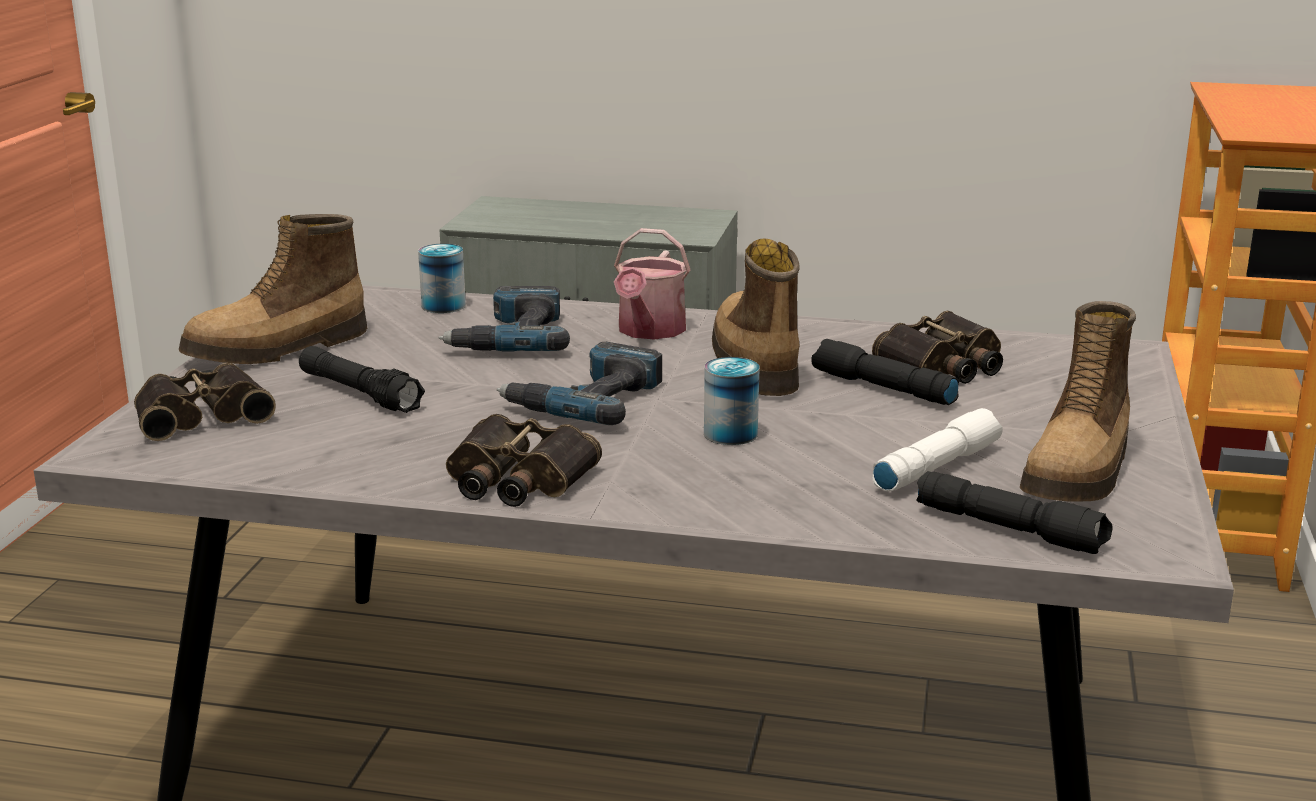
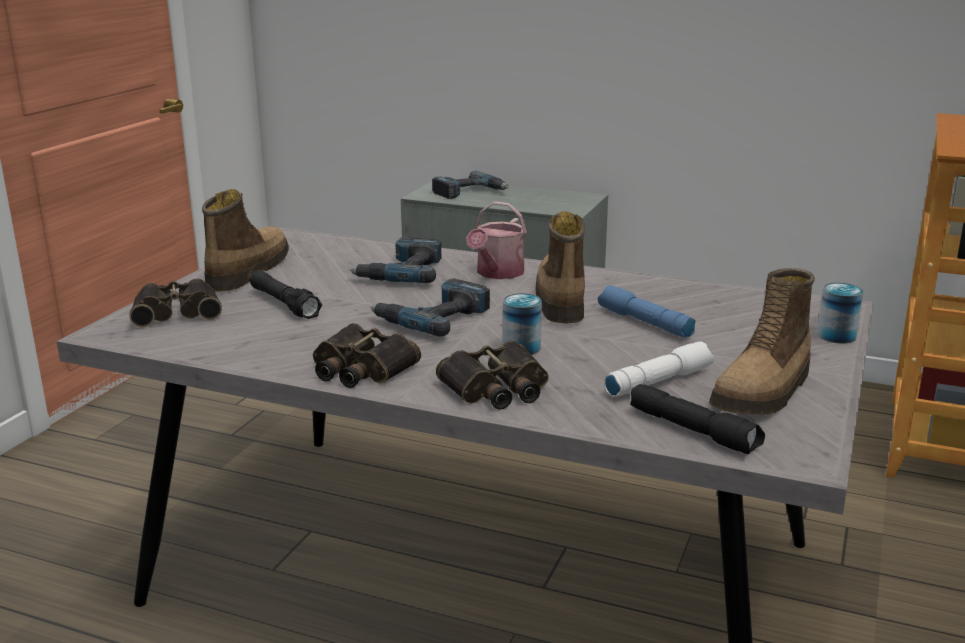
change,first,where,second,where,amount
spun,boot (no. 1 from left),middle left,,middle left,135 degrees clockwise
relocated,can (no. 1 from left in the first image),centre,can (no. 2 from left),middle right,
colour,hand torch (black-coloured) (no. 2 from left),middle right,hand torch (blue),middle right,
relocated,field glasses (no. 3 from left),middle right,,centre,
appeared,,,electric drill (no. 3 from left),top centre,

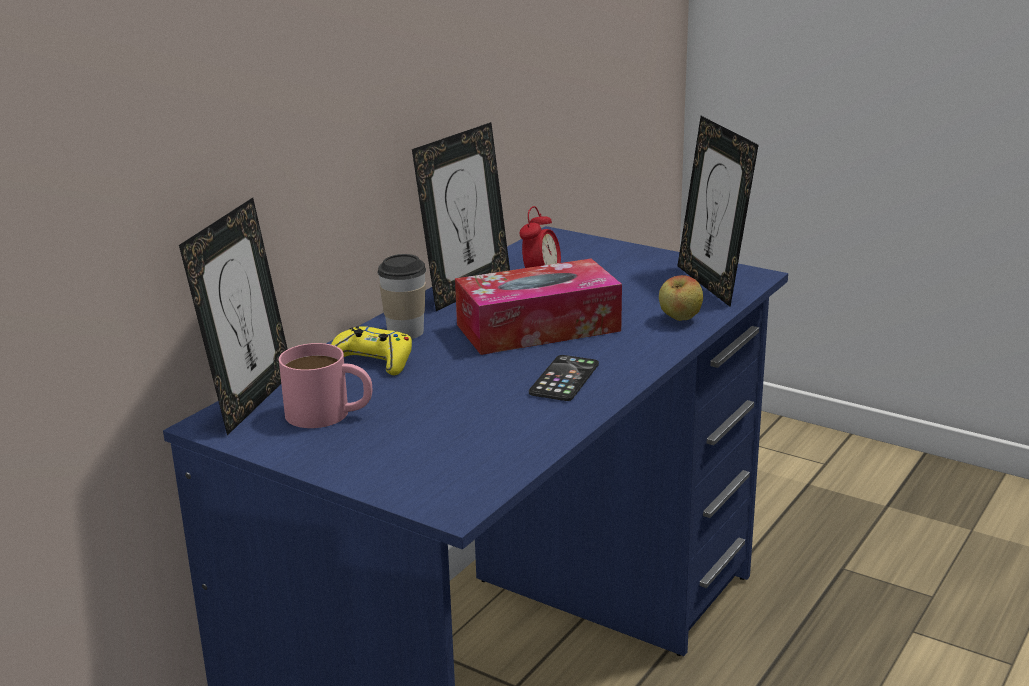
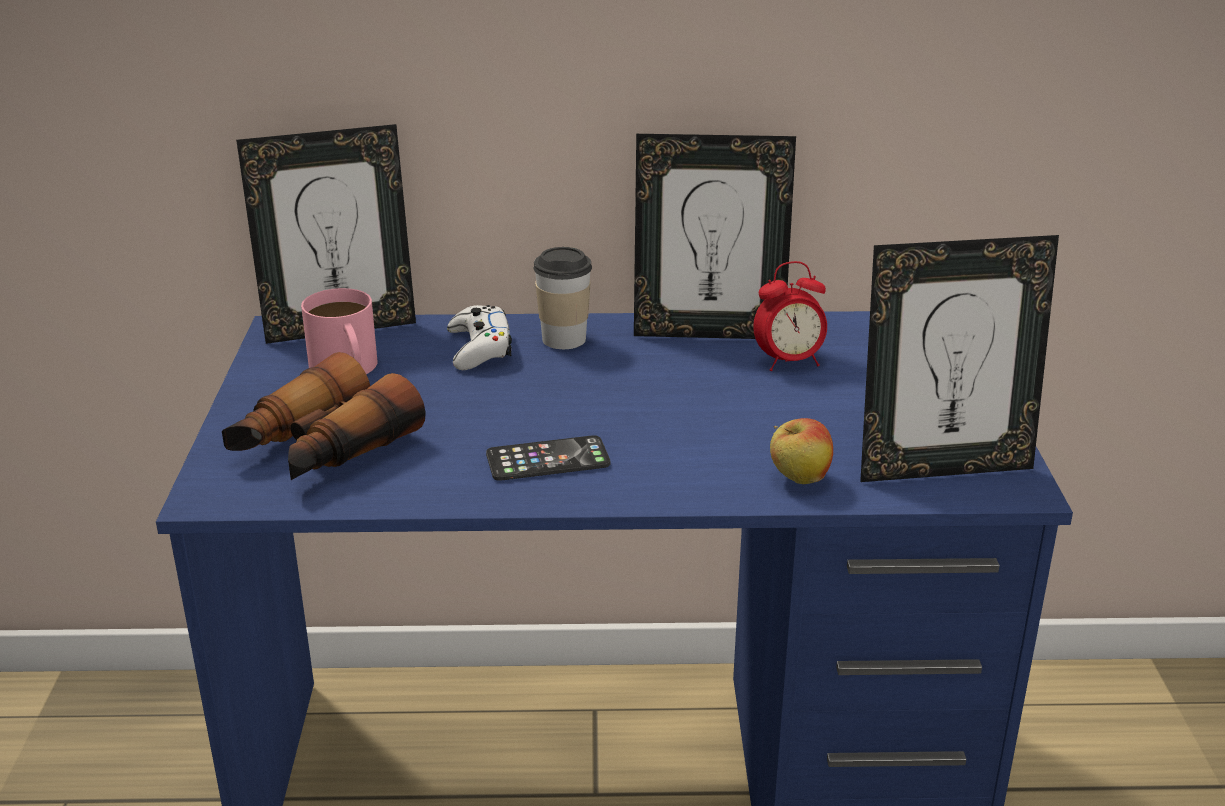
change,first,where,second,where,amount
colour,gamepad (yellowish),centre,gamepad (white-coloured),centre,
missing,box of tissues,centre,,,
spun,photo frame (no. 3 from left),top right,,middle right,135 degrees counterclockwise
appeared,,,field glasses,middle left,

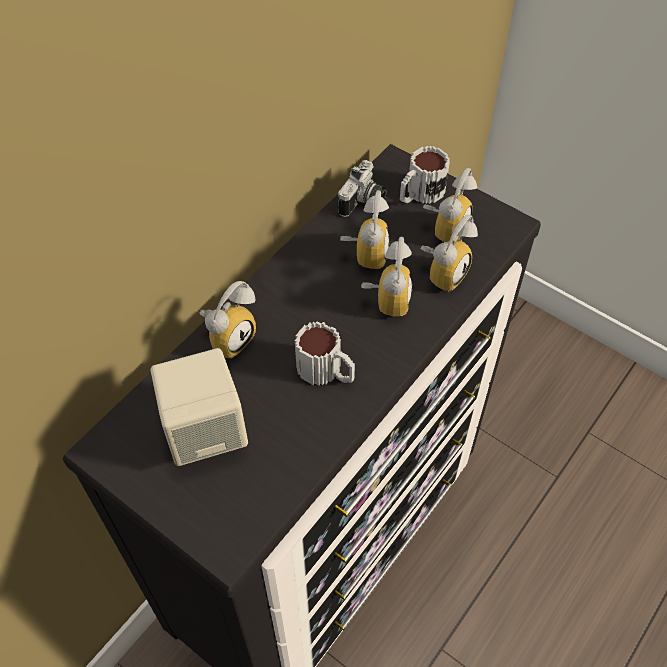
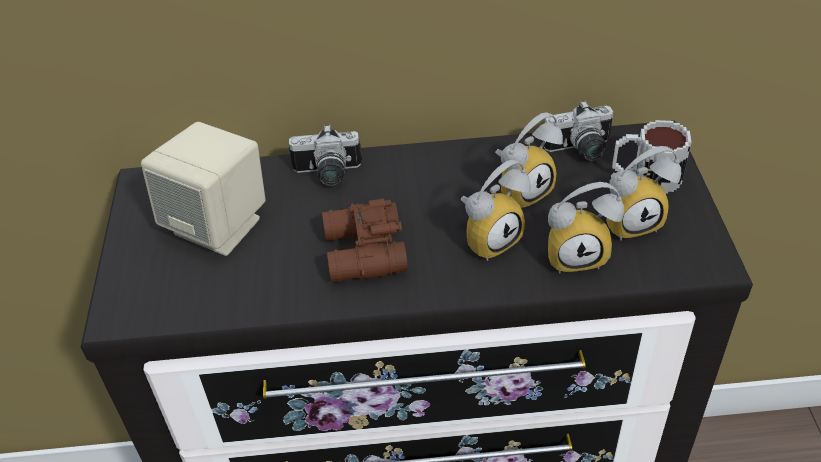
change,first,where,second,where,amount
exchanged,alarm clock (no. 1 from left),centre,still camera (no. 1 from left),centre,
exchanged,coffee mug (no. 1 from left),centre,field glasses (brown-coloured),centre,

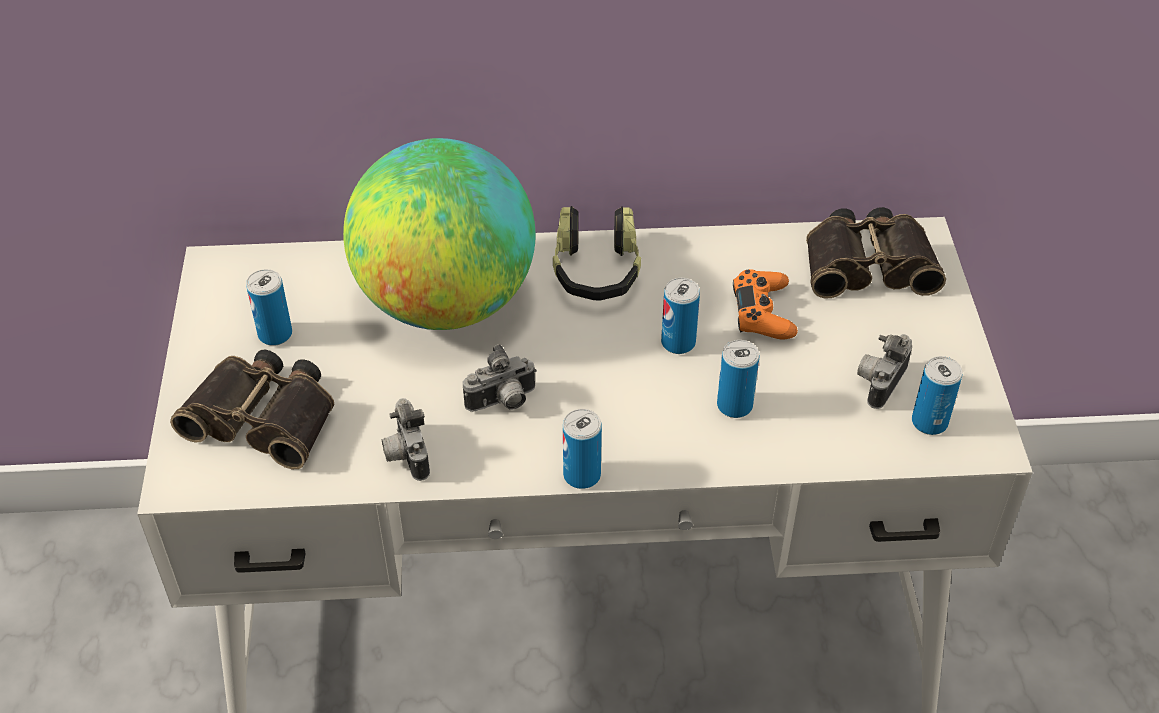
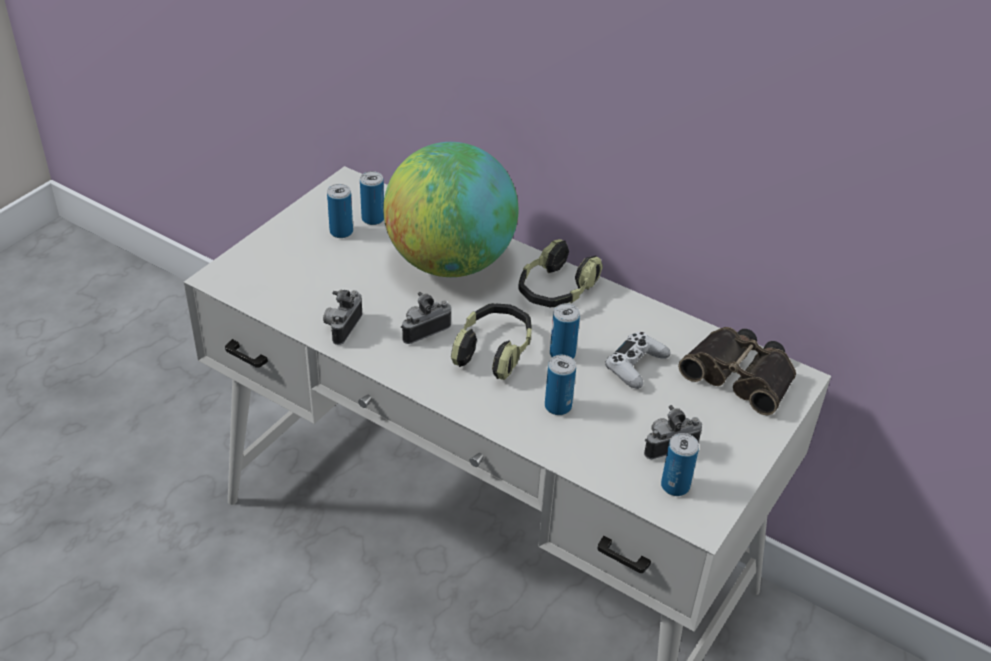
change,first,where,second,where,amount
missing,field glasses (no. 1 from left),middle left,,,
spun,still camera (no. 2 from left),centre,,centre,135 degrees clockwise
relocated,can (no. 2 from left),centre,,top centre,
colour,gamepad (orange),centre,gamepad (white-coloured),centre,
appeared,,,headphones (no. 1 from left),centre,

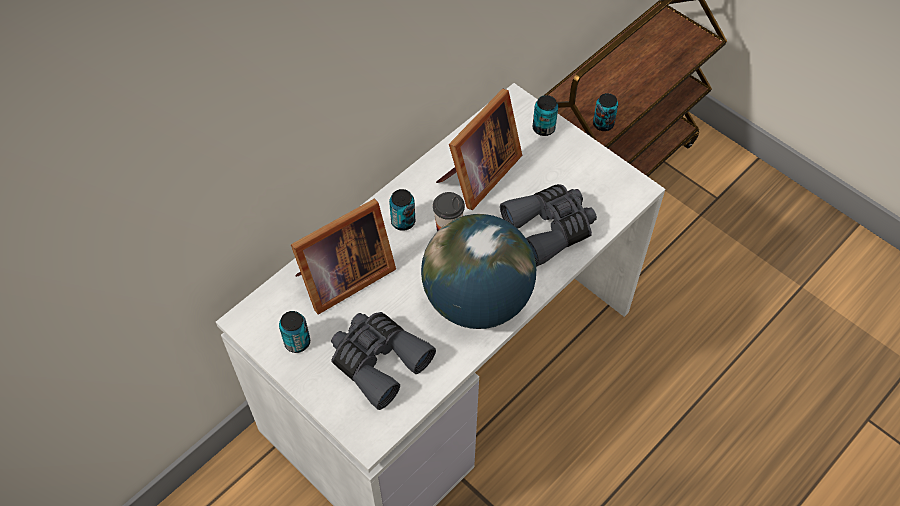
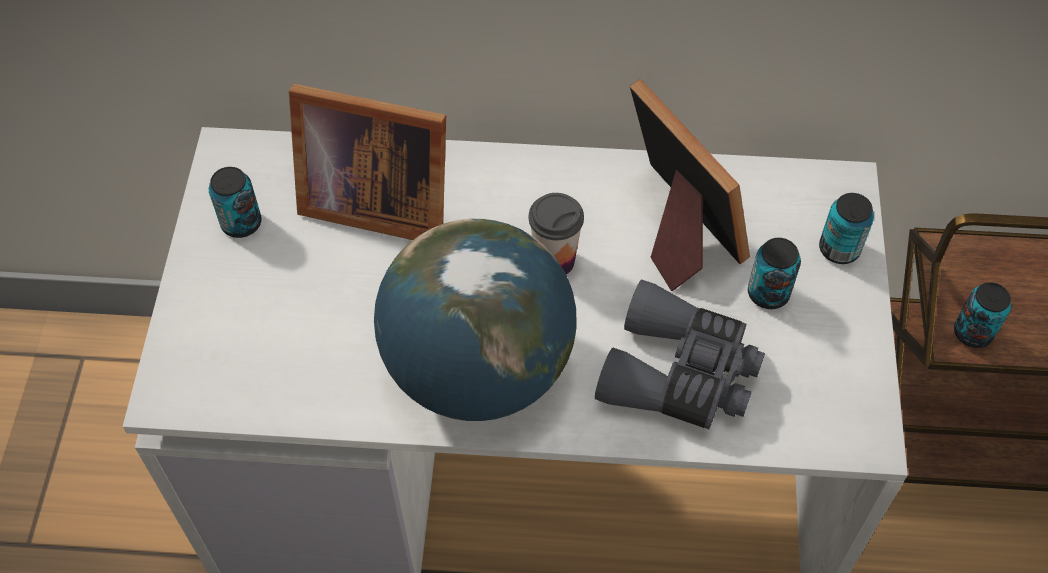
change,first,where,second,where,amount
missing,field glasses (gray) (no. 1 from left),bottom centre,,,
relocated,can (no. 2 from left),centre,,middle right,
spun,photo frame (no. 2 from left),top centre,,top centre,120 degrees counterclockwise

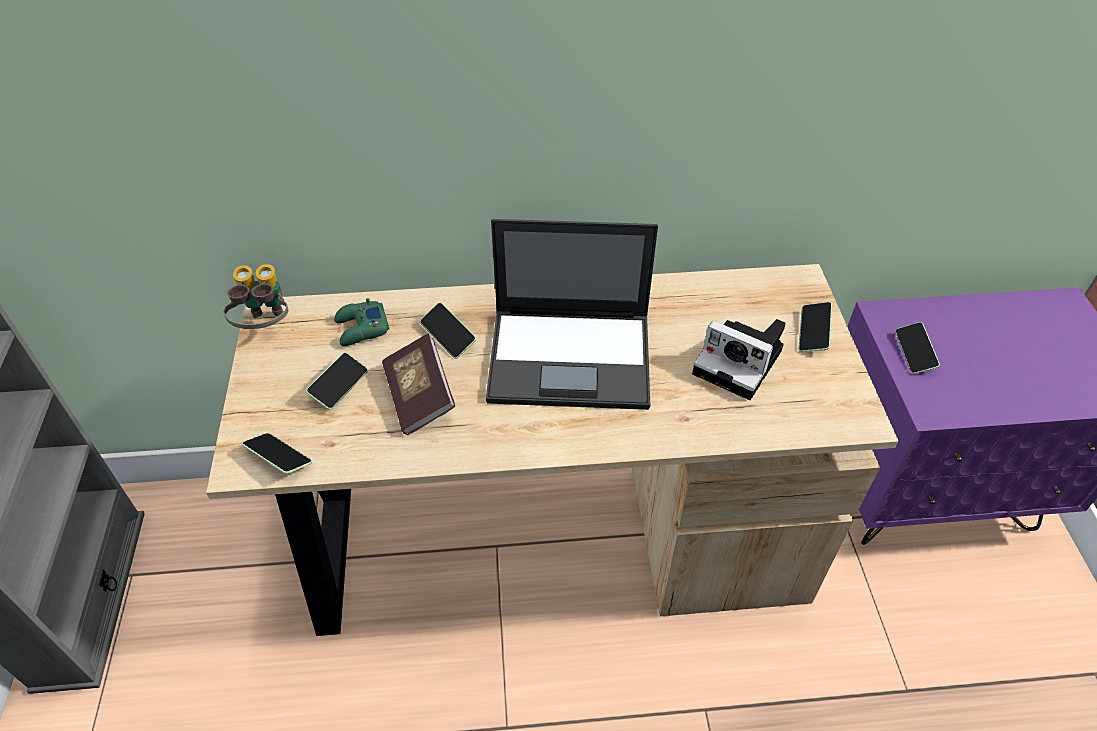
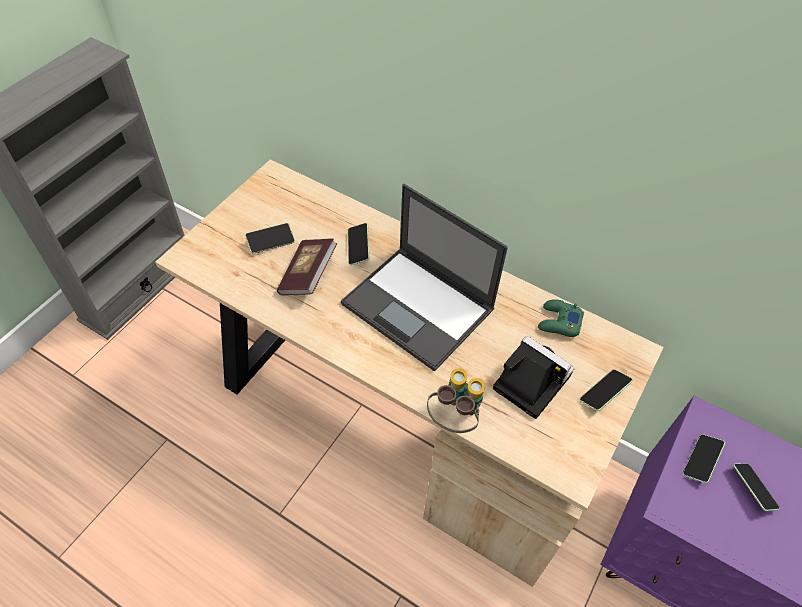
change,first,where,second,where,amount
relocated,field glasses,middle left,,centre,
relocated,handset (no. 1 from left in the first image),middle left,handset (no. 5 from left),bottom right,
relocated,gamepad (greenish),middle left,,middle right,
spun,still camera,middle right,,centre,150 degrees clockwise

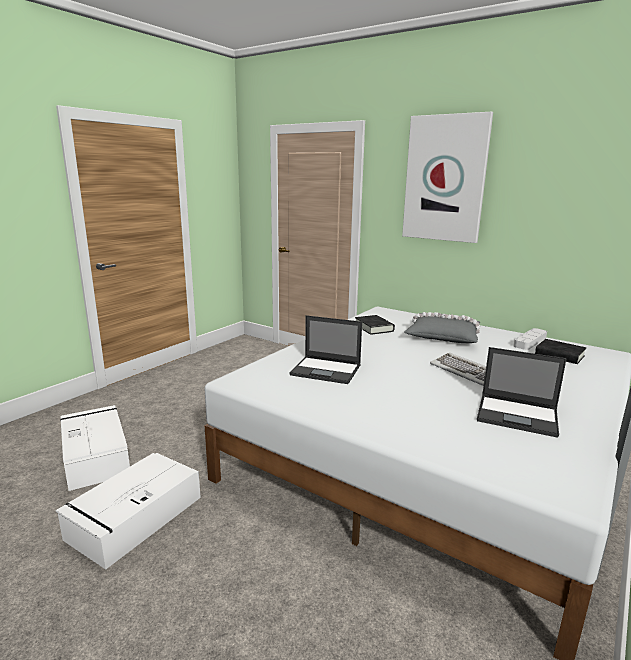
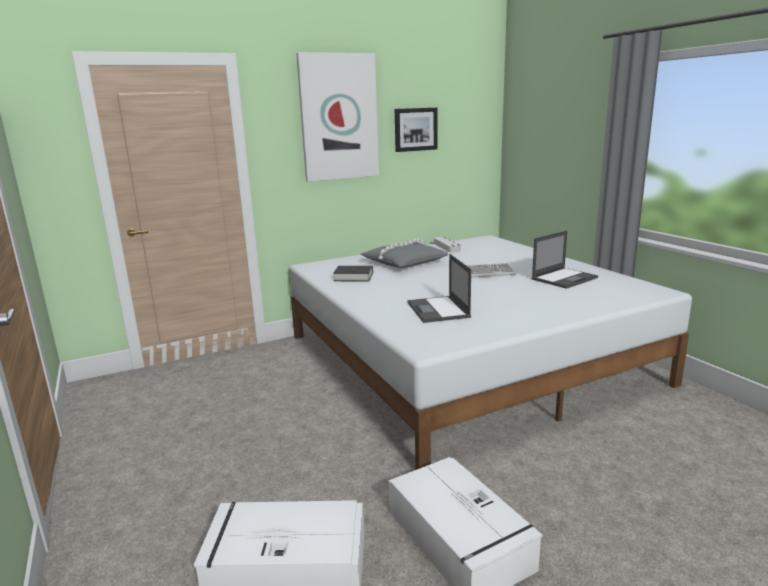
change,first,where,second,where,amount
spun,portable computer (no. 1 from left),centre,,centre,120 degrees clockwise
missing,volume (black-coloured) (no. 2 from left),middle right,,,
appeared,,,wall art (no. 2 from left),top centre,

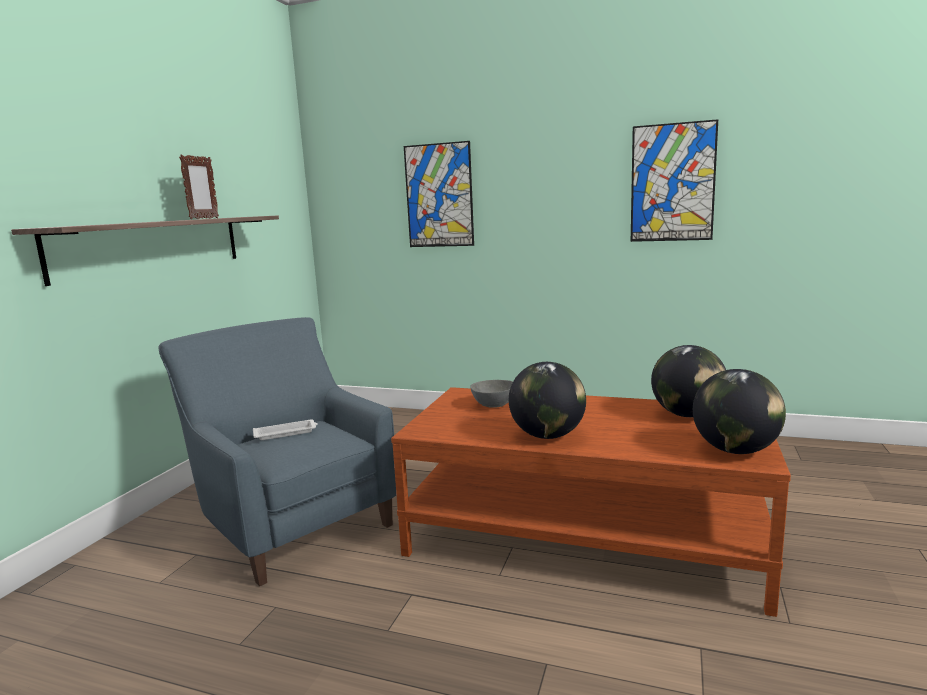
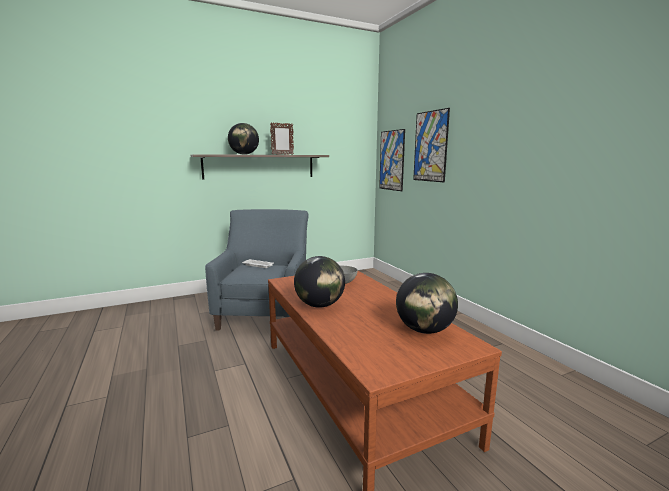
change,first,where,second,where,amount
relocated,wall art (no. 2 from left in the first image),top right,wall art (no. 1 from left),top centre,
relocated,desk globe (no. 3 from left in the first image),middle right,desk globe (no. 1 from left),top centre,

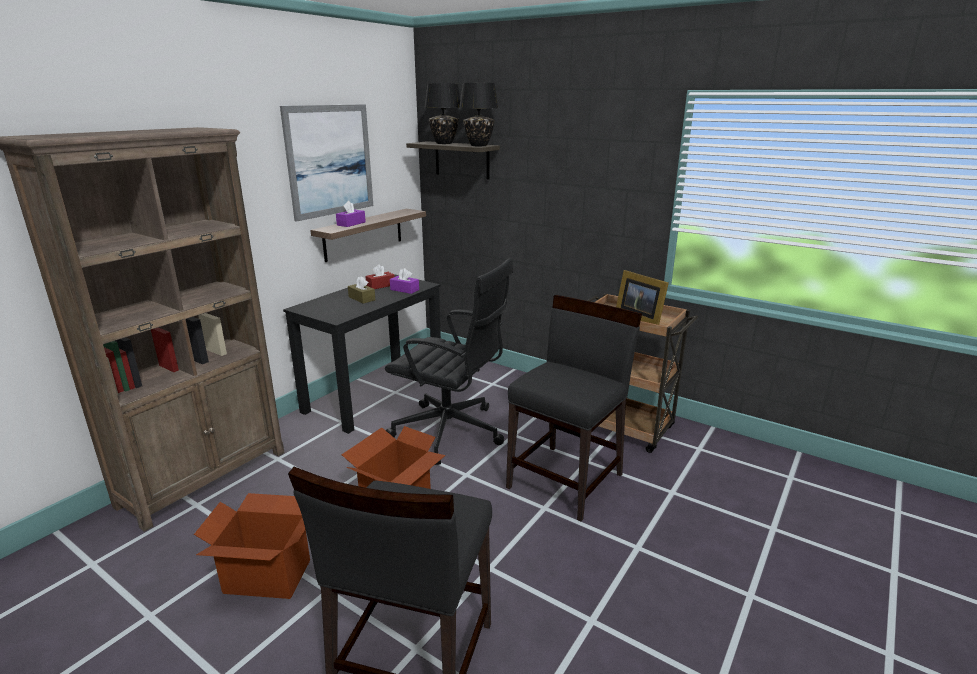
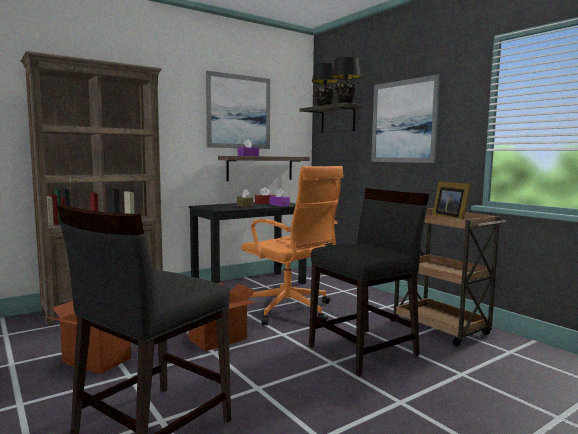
change,first,where,second,where,amount
colour,office chair (black-coloured),centre,office chair (orange),centre,
appeared,,,wall art (no. 2 from left),top right,

